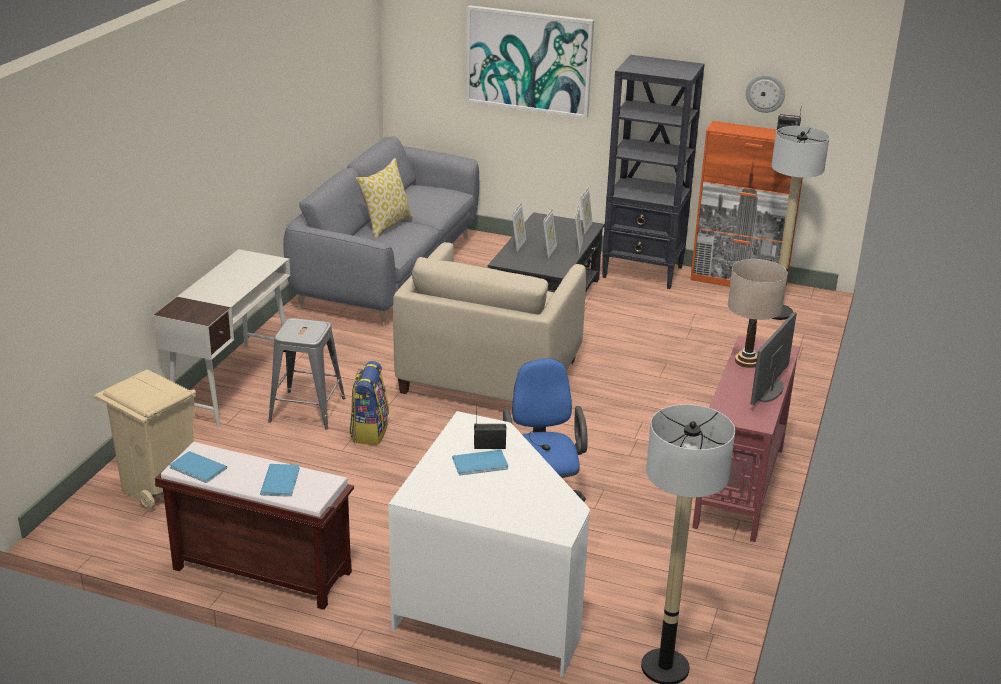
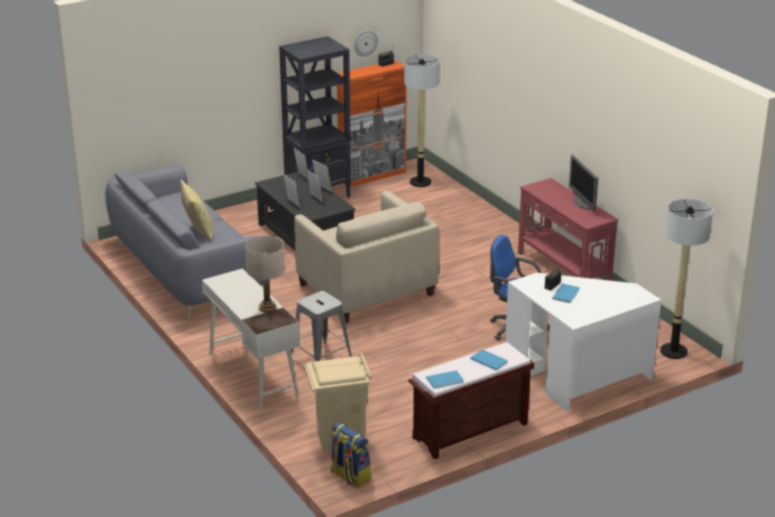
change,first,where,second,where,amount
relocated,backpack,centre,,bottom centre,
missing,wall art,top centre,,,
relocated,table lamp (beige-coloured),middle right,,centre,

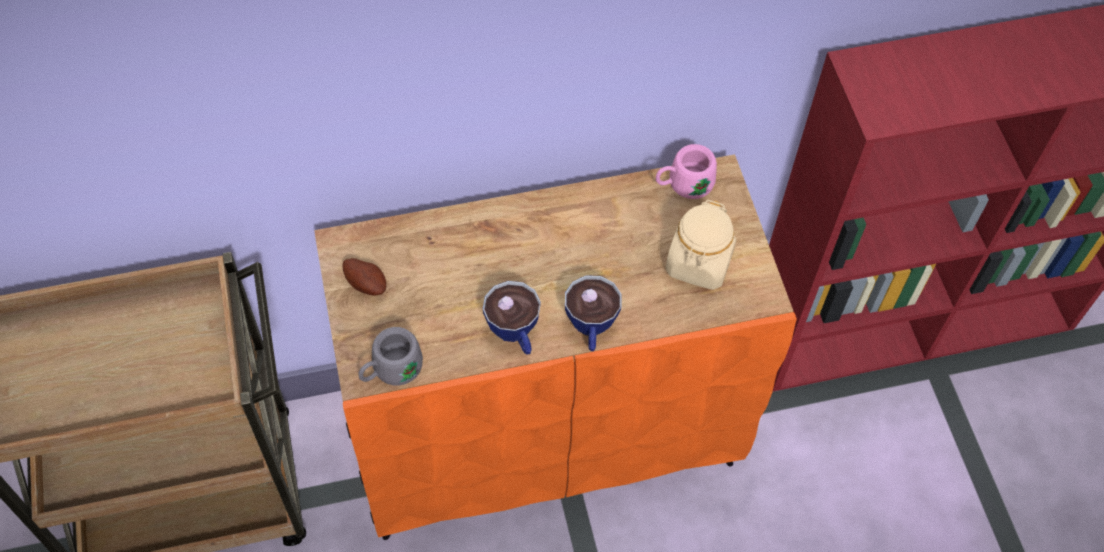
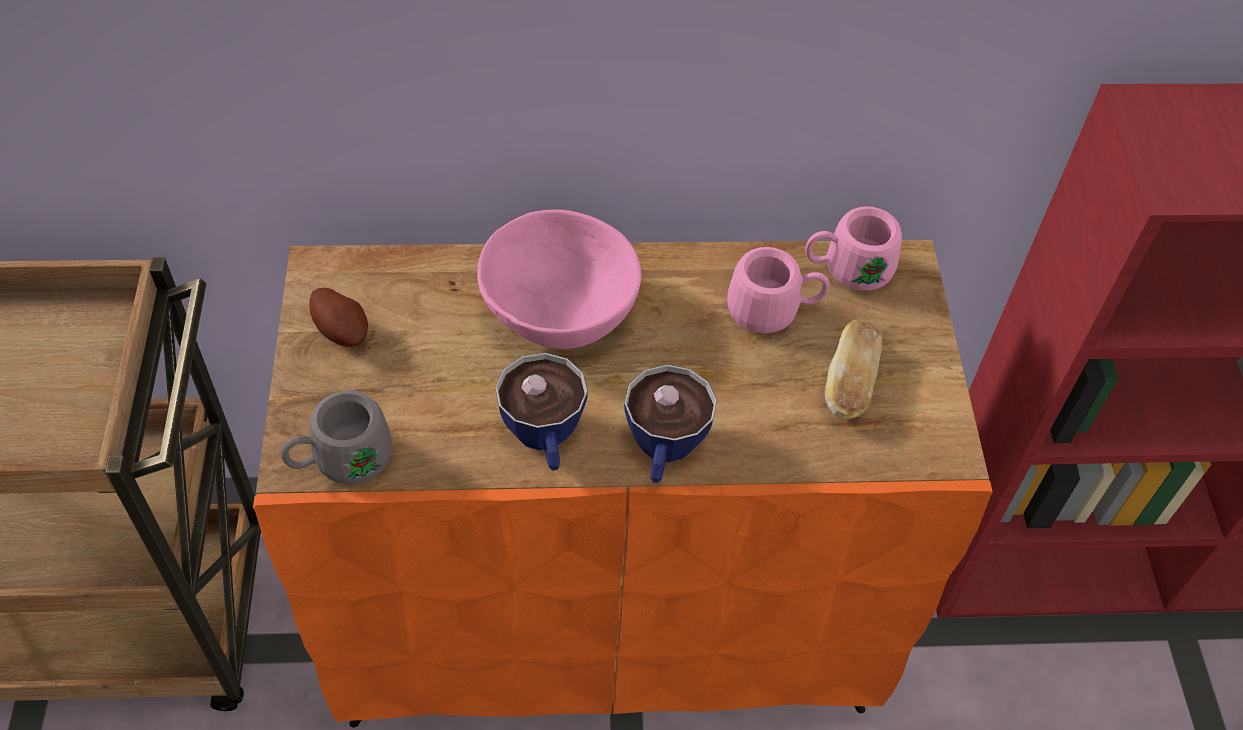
change,first,where,second,where,amount
exchanged,storage jar (beige-coloured),centre,baked bread,middle right,
appeared,,,serving bowl (pinkish),centre,
appeared,,,coffee mug (pinkish) (no. 1 from left),centre,

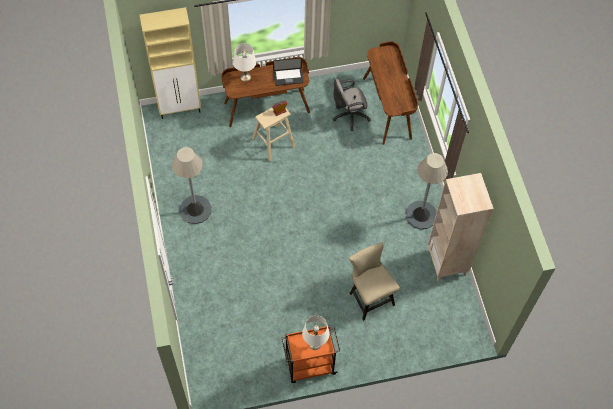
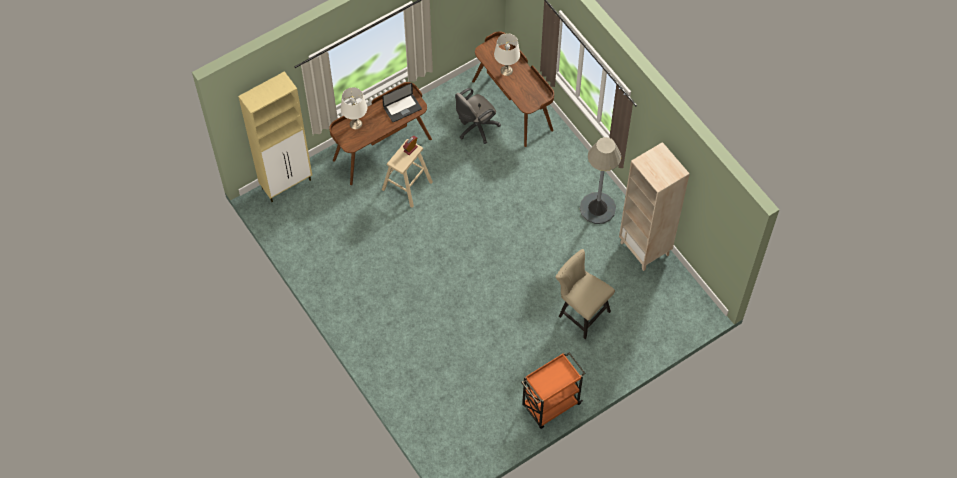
change,first,where,second,where,amount
missing,standard lamp (gray) (no. 1 from left),middle left,,,
relocated,table lamp (white-coloured) (no. 2 from left),bottom centre,,top centre,

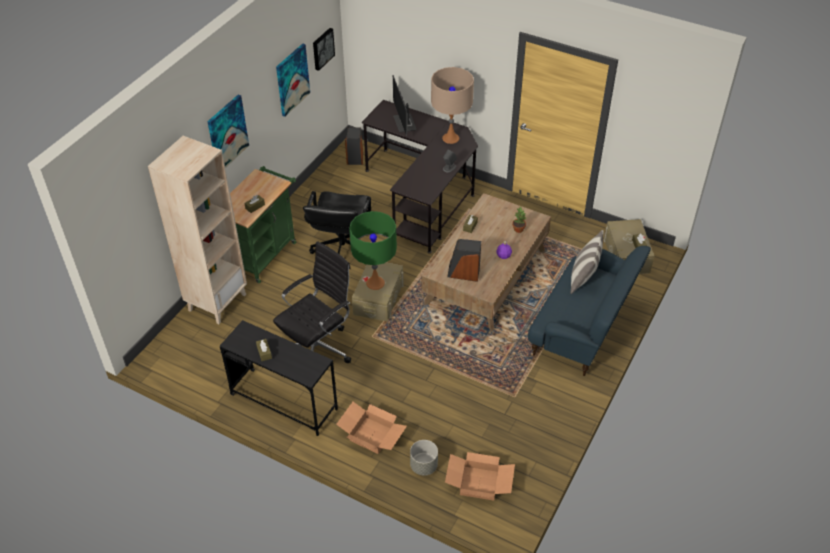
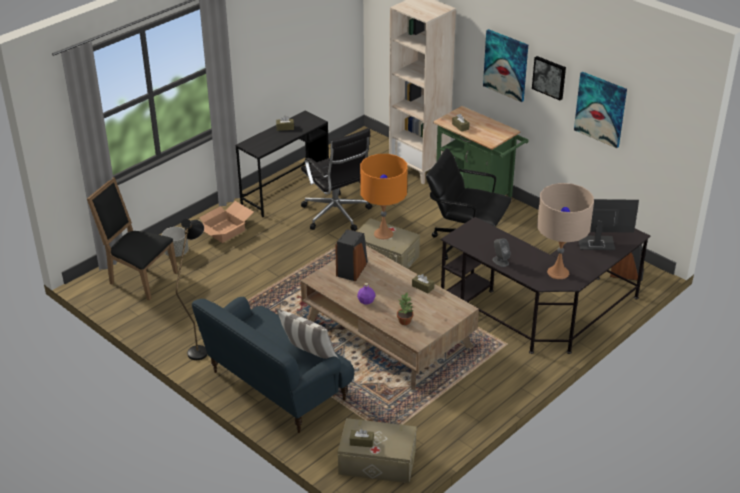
change,first,where,second,where,amount
relocated,wall art (no. 3 from left in the first image),top centre,wall art (no. 2 from left),top right,
colour,table lamp (greenish),centre,table lamp (orange),centre,
exchanged,carton (no. 2 from left),bottom centre,plain chair (black-coloured),middle left,
appeared,,,standard lamp (black-coloured),middle left,

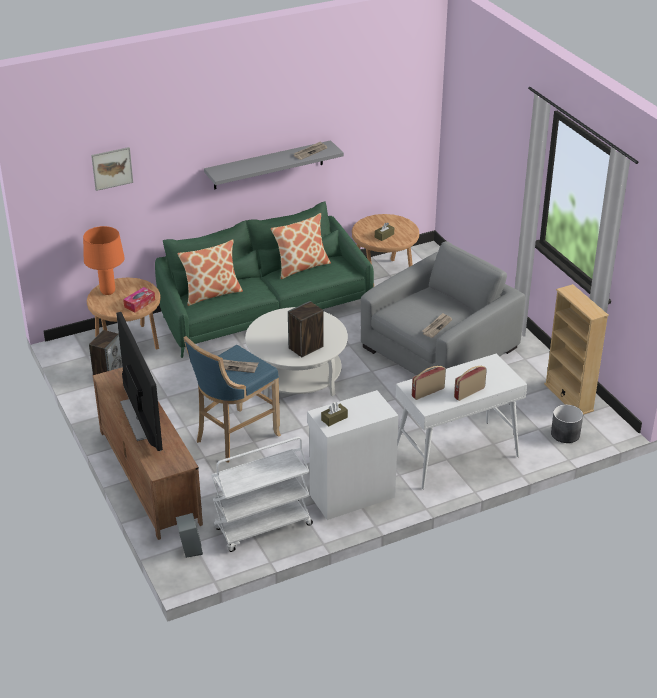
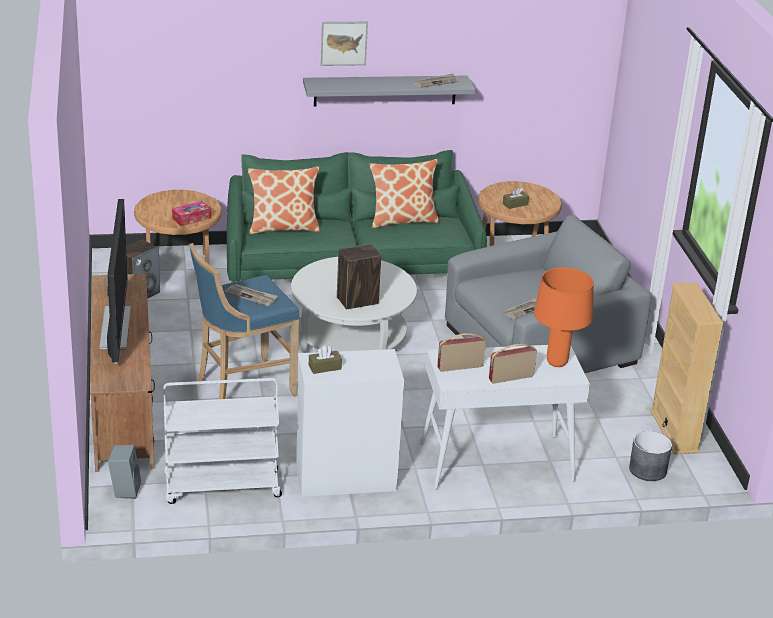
change,first,where,second,where,amount
relocated,table lamp (orange),middle left,,middle right,
relocated,wall art,top left,,top centre,

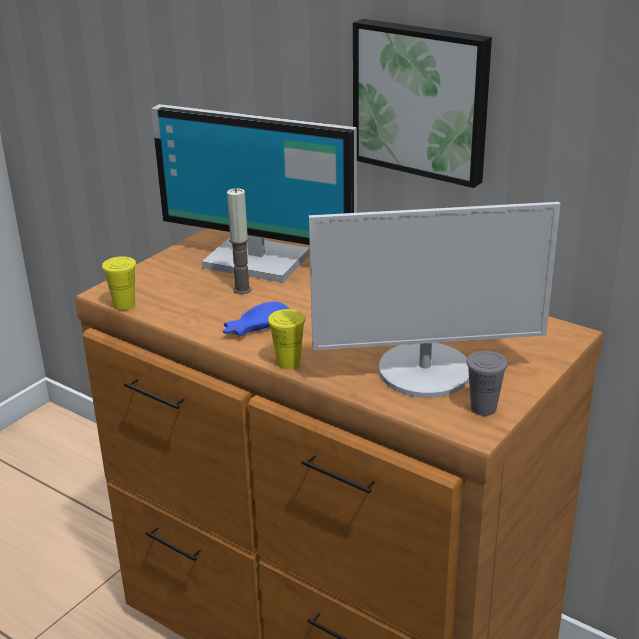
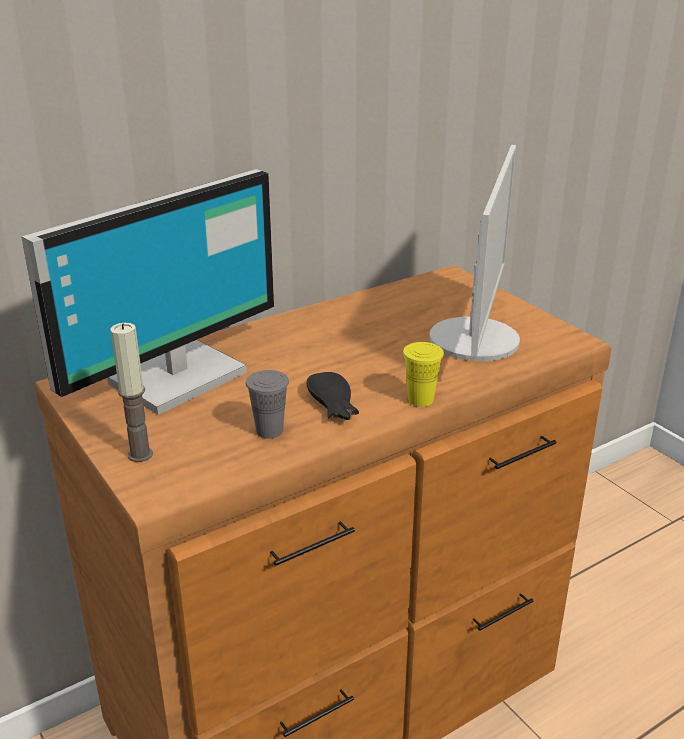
change,first,where,second,where,amount
missing,drinking cup (yellowish) (no. 1 from left),middle left,,,
colour,serving bowl (blue),centre,serving bowl (black-coloured),centre,
relocated,wax light,centre,,middle left,
missing,wall art,top centre,,,
relocated,drinking cup (gray),middle right,,centre,

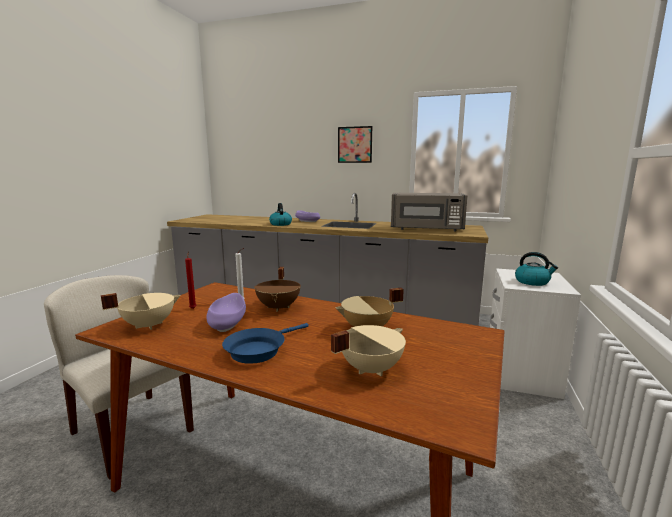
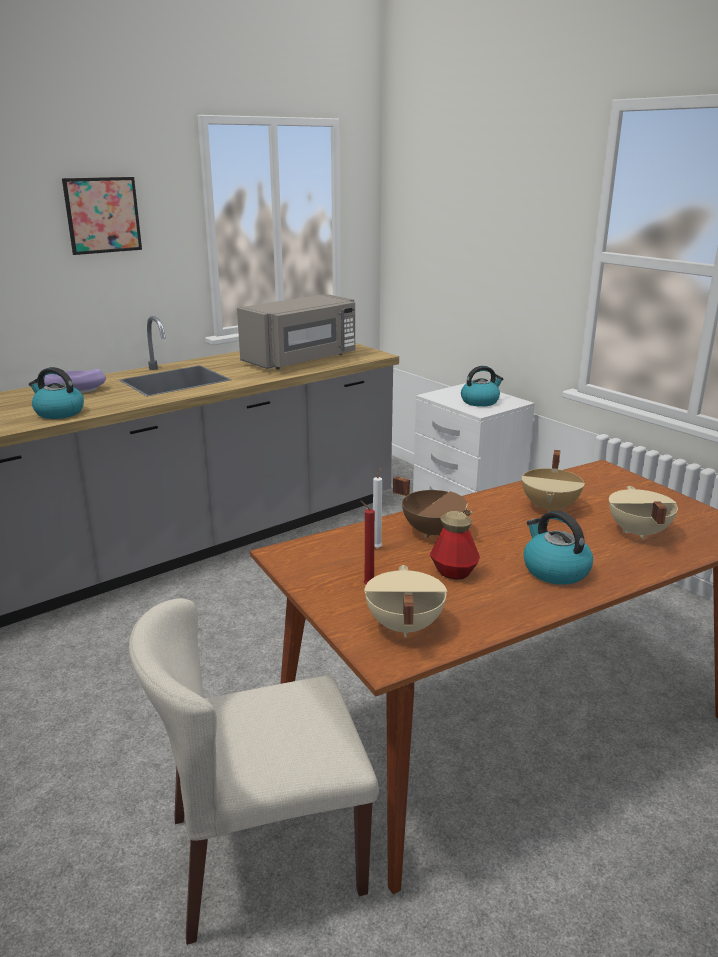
change,first,where,second,where,amount
exchanged,serving bowl (purplish) (no. 1 from left),centre,drink bottle,centre,
exchanged,frying pan (blue),centre,tea kettle (no. 3 from left),middle right,

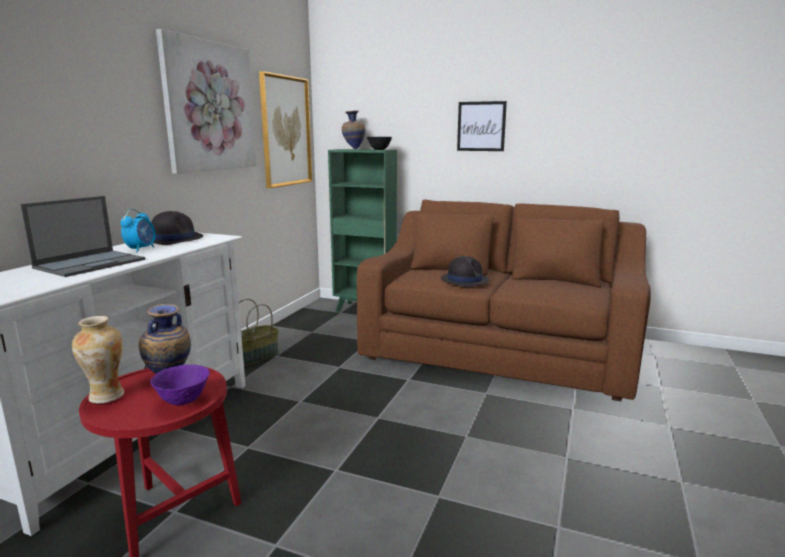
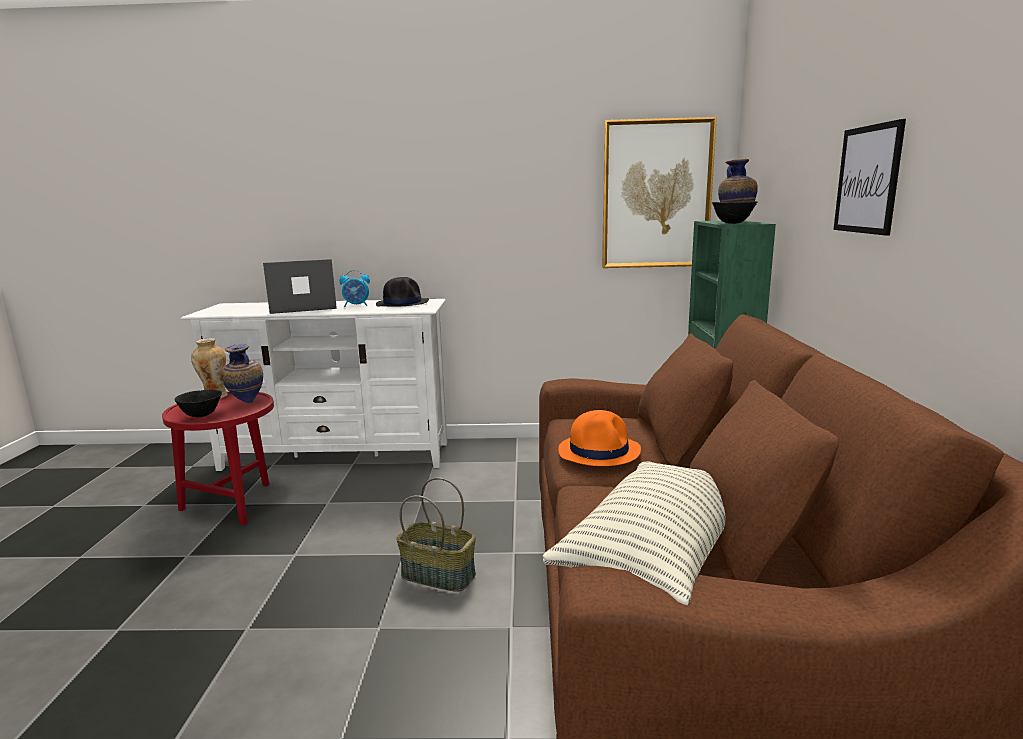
change,first,where,second,where,amount
spun,portable computer,middle left,,middle left,150 degrees clockwise
colour,serving bowl (purplish),bottom left,serving bowl (black-coloured) (no. 1 from left),middle left,
missing,wall art (no. 1 from left),top left,,,
relocated,household basket,middle left,,bottom centre,
colour,clothing hat (black-coloured) (no. 2 from left),centre,clothing hat (orange),centre,
appeared,,,throw pillow,bottom centre,

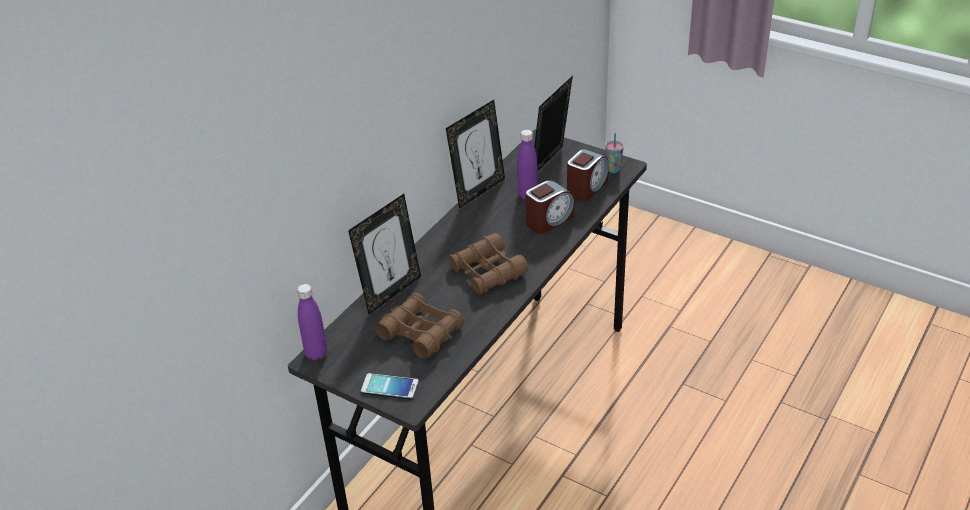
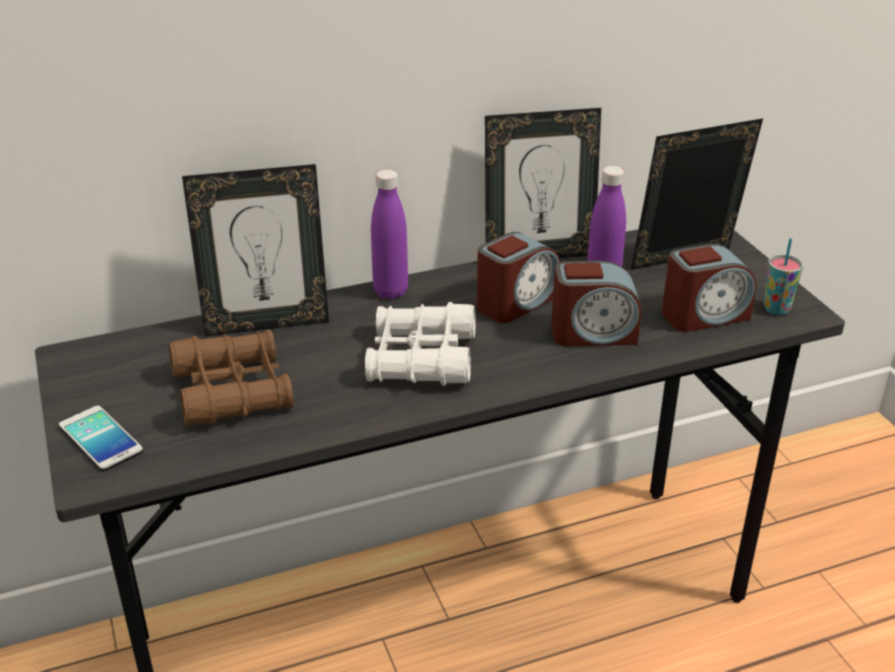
change,first,where,second,where,amount
relocated,drink bottle (purplish) (no. 1 from left),middle left,,centre,
colour,field glasses (brown-coloured) (no. 2 from left),centre,field glasses (white-coloured),centre,
appeared,,,alarm clock (no. 1 from left),centre,

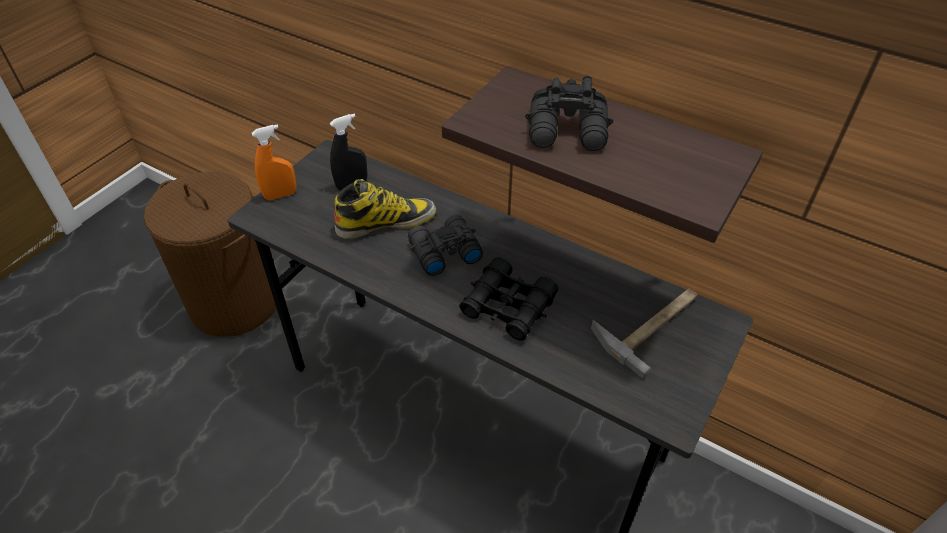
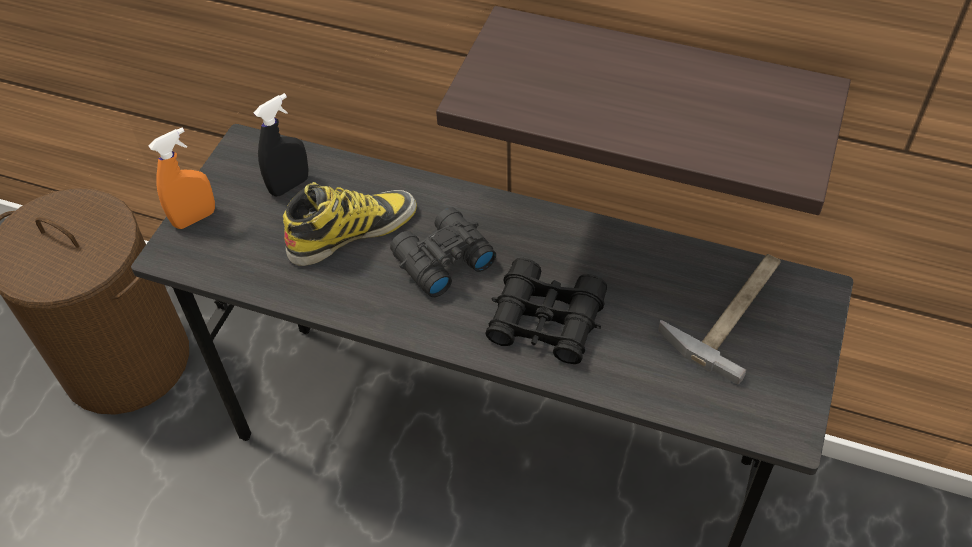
change,first,where,second,where,amount
missing,field glasses (black-coloured) (no. 3 from left),top centre,,,

